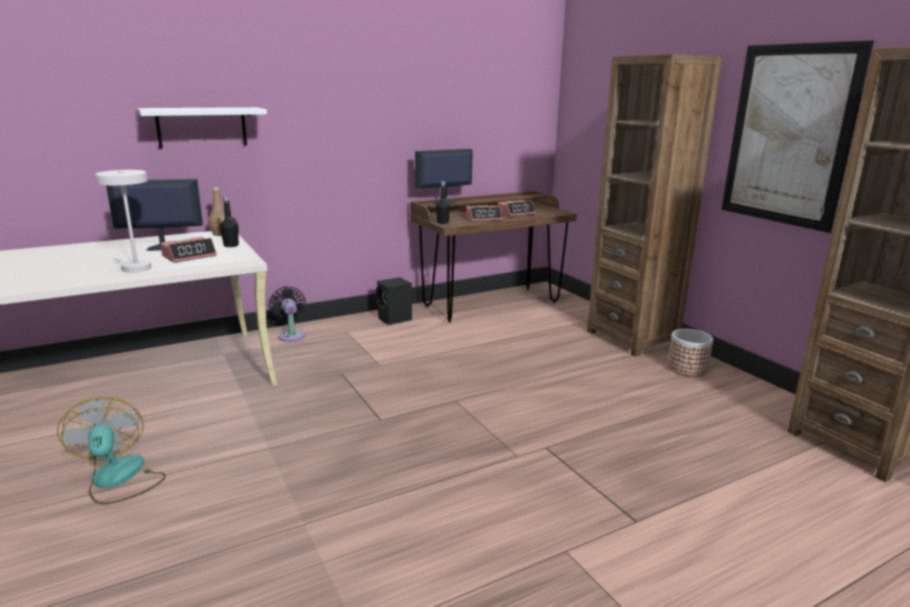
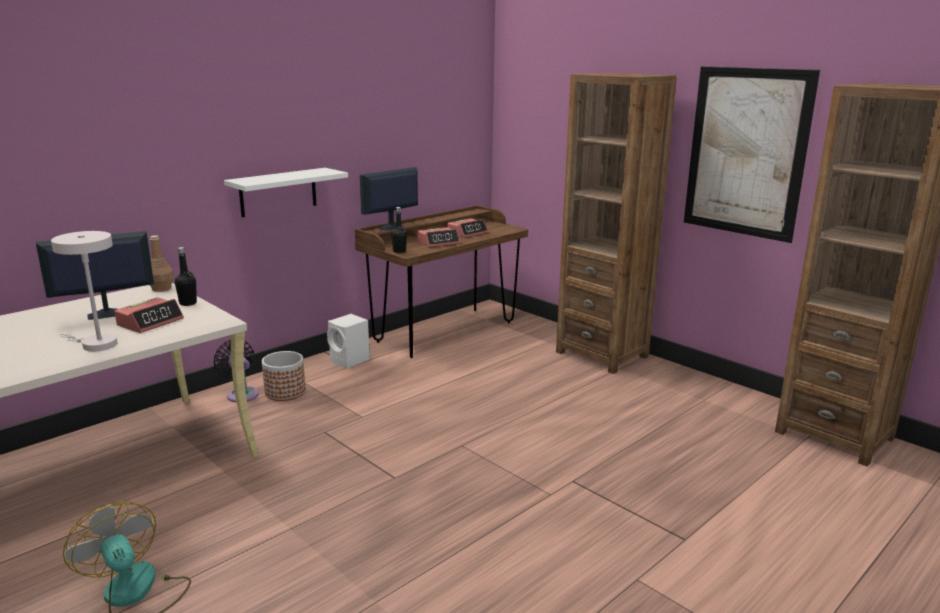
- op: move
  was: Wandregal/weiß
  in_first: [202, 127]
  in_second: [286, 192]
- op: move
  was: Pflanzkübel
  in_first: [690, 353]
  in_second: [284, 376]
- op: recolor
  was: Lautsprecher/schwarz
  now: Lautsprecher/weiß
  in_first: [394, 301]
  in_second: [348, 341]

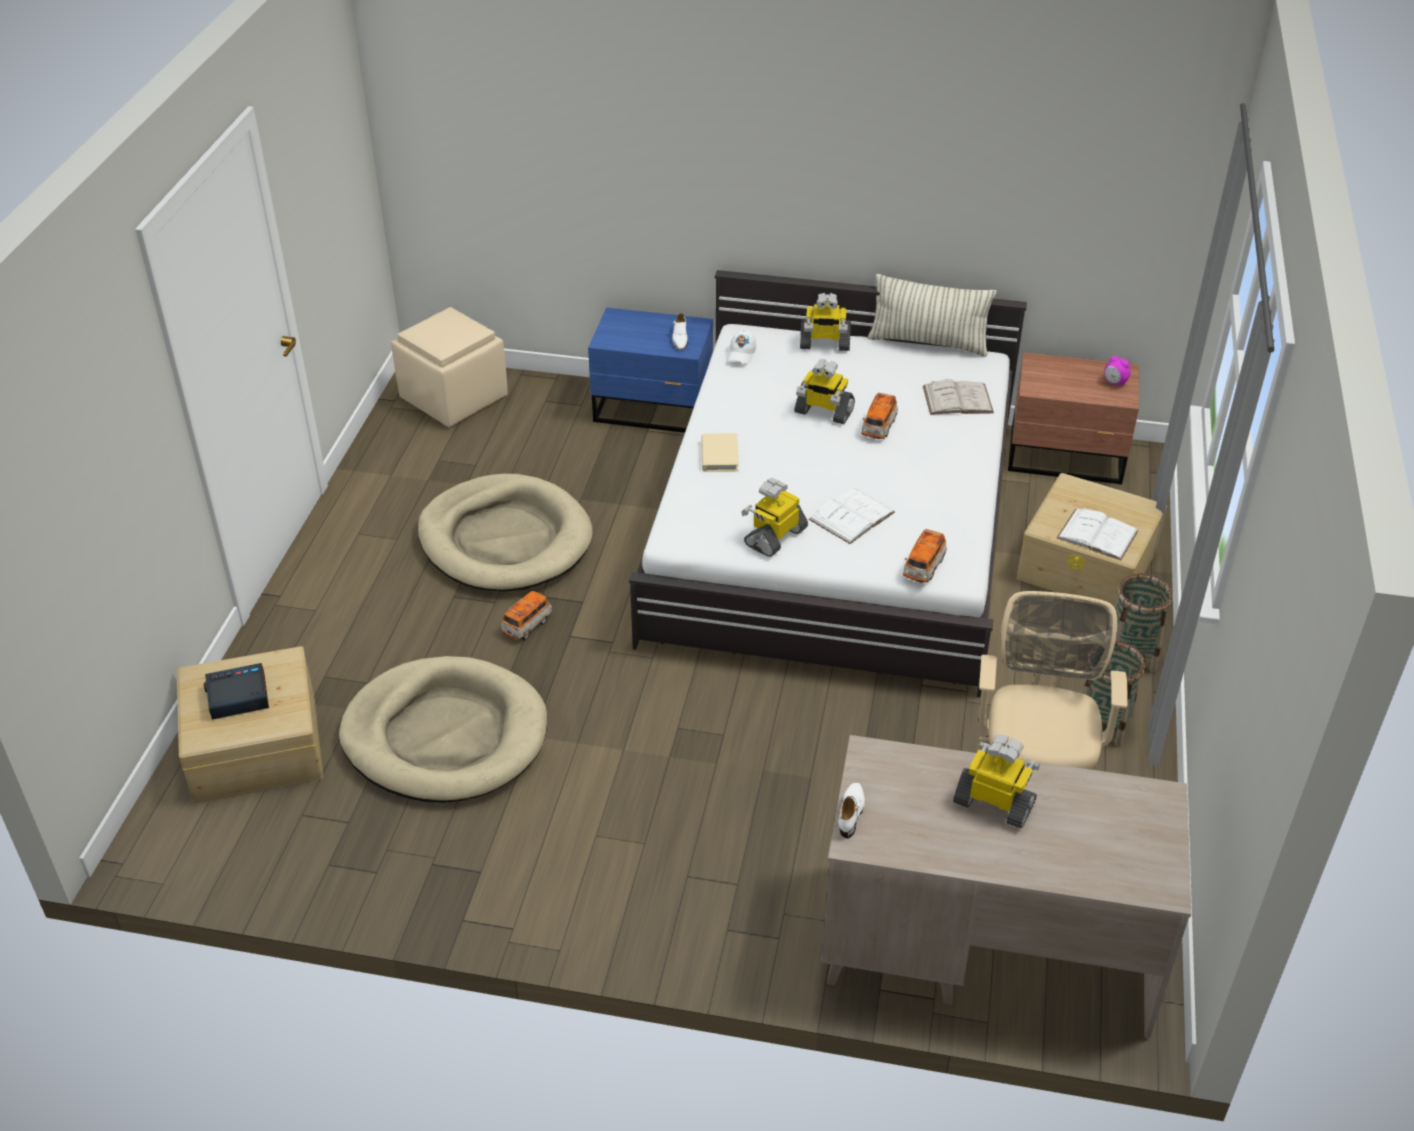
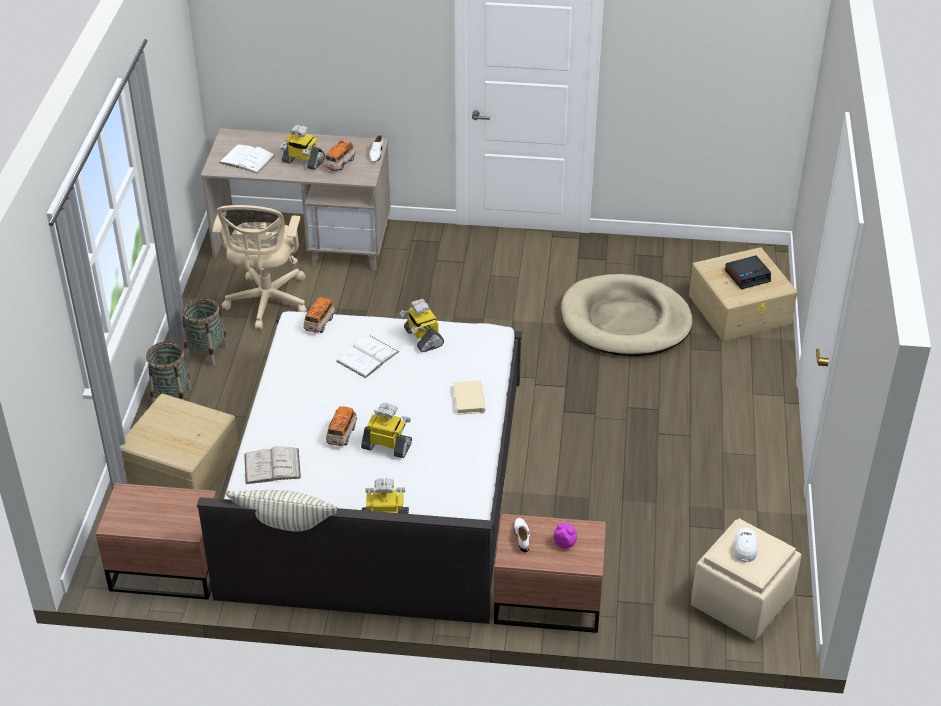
- op: delete
  was: Hundebett/beige
  in_first: [505, 532]
- op: move
  was: Spielzeugauto
  in_first: [526, 615]
  in_second: [340, 155]
- op: move
  was: Kappe/weiß
  in_first: [741, 346]
  in_second: [745, 545]
- op: move
  was: Buch/weiß
  in_first: [1097, 534]
  in_second: [247, 159]
- op: move
  was: Wecker
  in_first: [1117, 371]
  in_second: [565, 536]
- op: recolor
  was: Nachttisch/blau
  now: Nachttisch/braun
  in_first: [650, 370]
  in_second: [550, 573]
- op: rotate
  was: Spielzeugroboter
  in_first: [774, 517]
  in_second: [422, 325]
  clockwise: 120

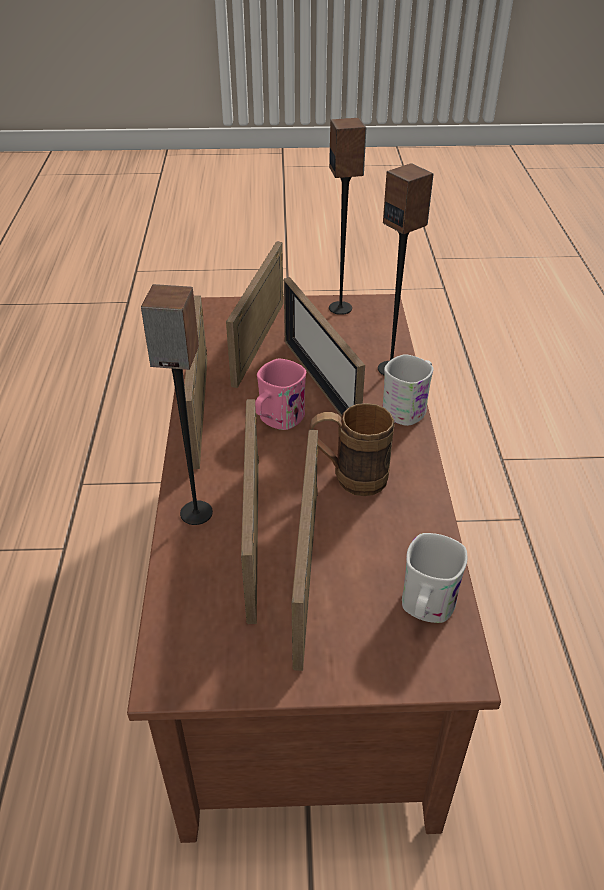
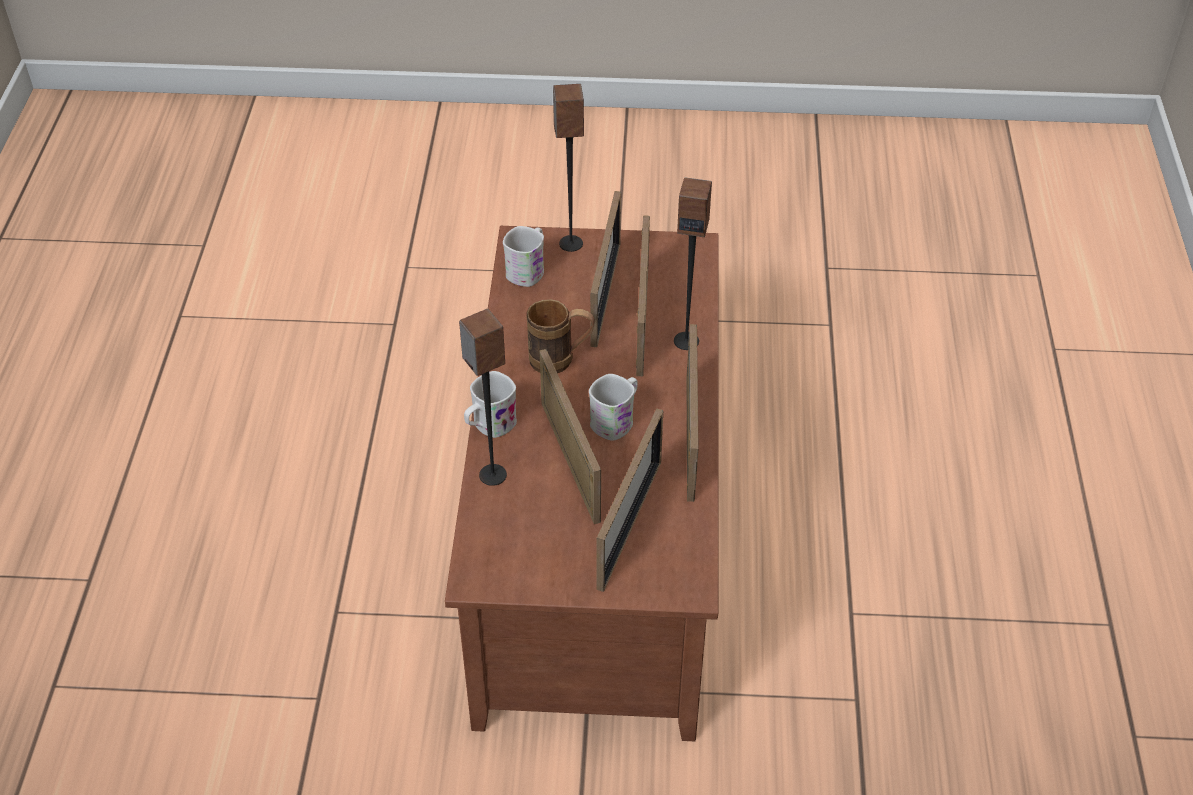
- op: move
  was: Lautsprecher
  in_first: [348, 216]
  in_second: [568, 168]
- op: recolor
  was: Henkelbecher/rosa
  now: Henkelbecher/weiß
  in_first: [280, 394]
  in_second: [613, 407]

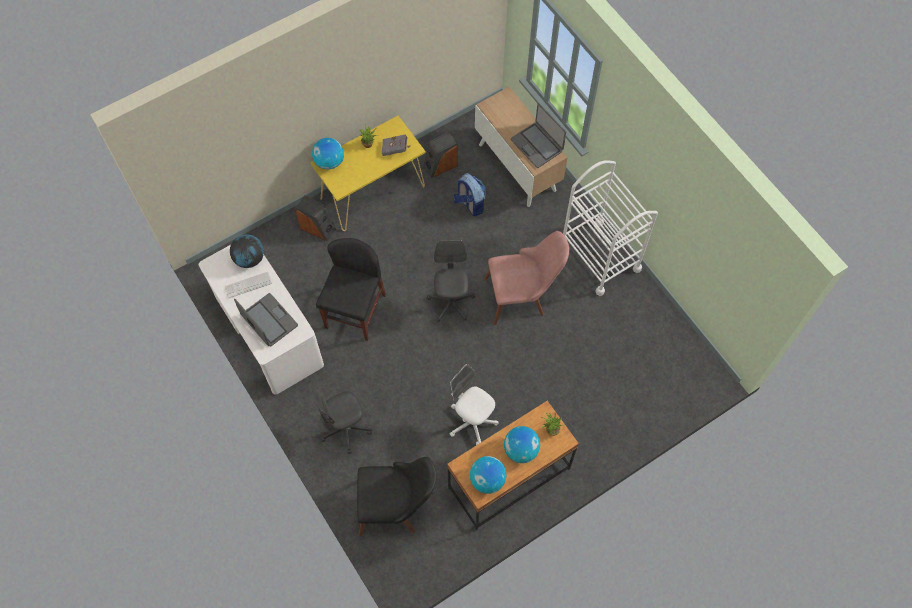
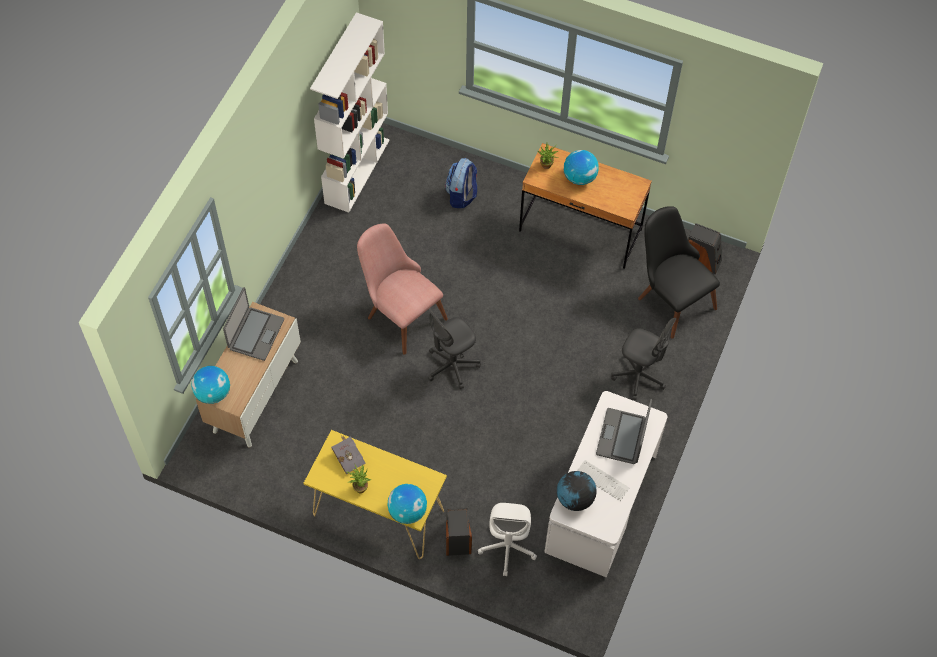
- op: delete
  was: Stuhl/schwarz
  in_first: [351, 289]
- op: delete
  was: Rollwagen/weiß
  in_first: [610, 228]
- op: insert
  now: Bücherregal/weiß
  in_second: [350, 112]
- op: move
  was: Lautsprecher
  in_first: [440, 155]
  in_second: [705, 248]
- op: move
  was: Bürostuhl/weiß
  in_first: [474, 404]
  in_second: [507, 539]
- op: move
  was: Rucksack
  in_first: [469, 194]
  in_second: [461, 183]
- op: move
  was: Globus
  in_first: [488, 475]
  in_second: [211, 385]

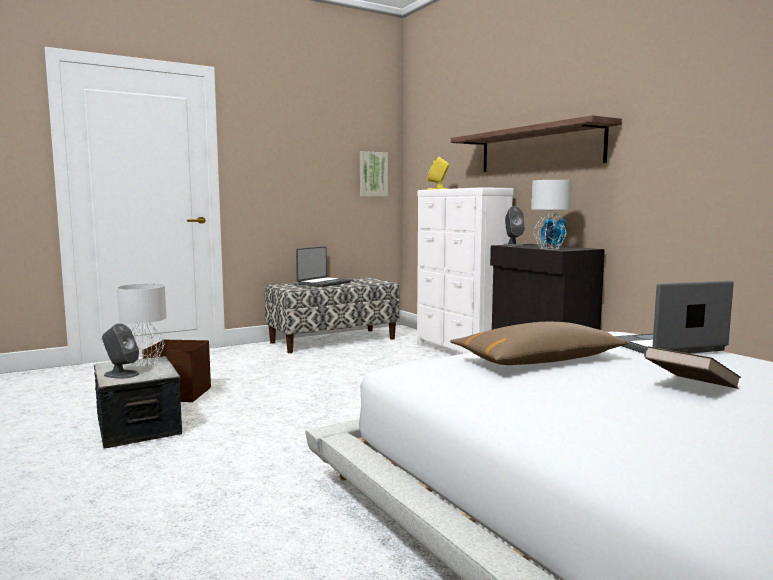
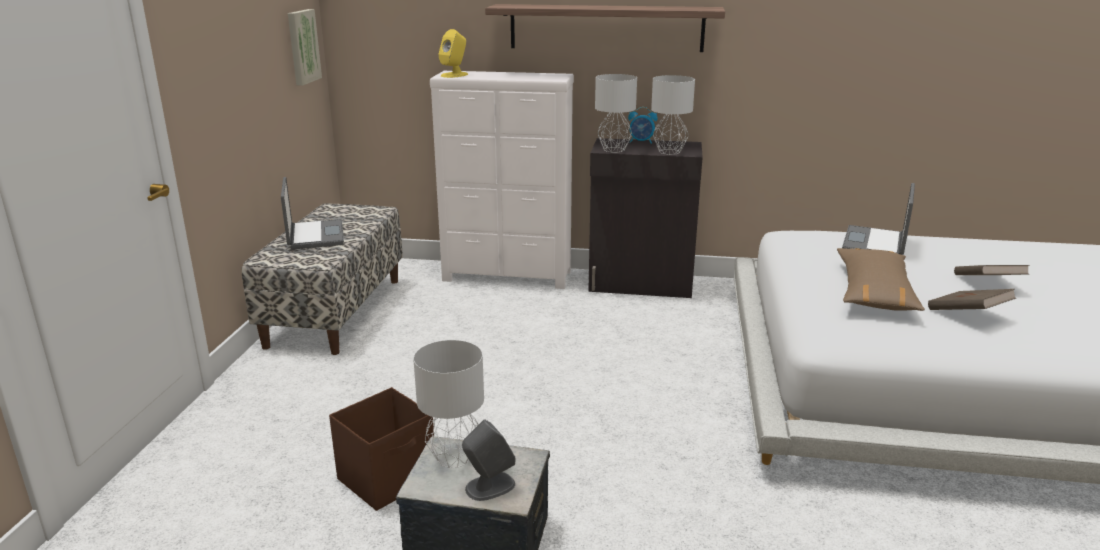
- op: insert
  now: Buch/braun
  in_second: [972, 299]
- op: replace
  was: Lautsprecher/grau
  now: Tischlampe/grau
  in_first: [514, 226]
  in_second: [616, 113]

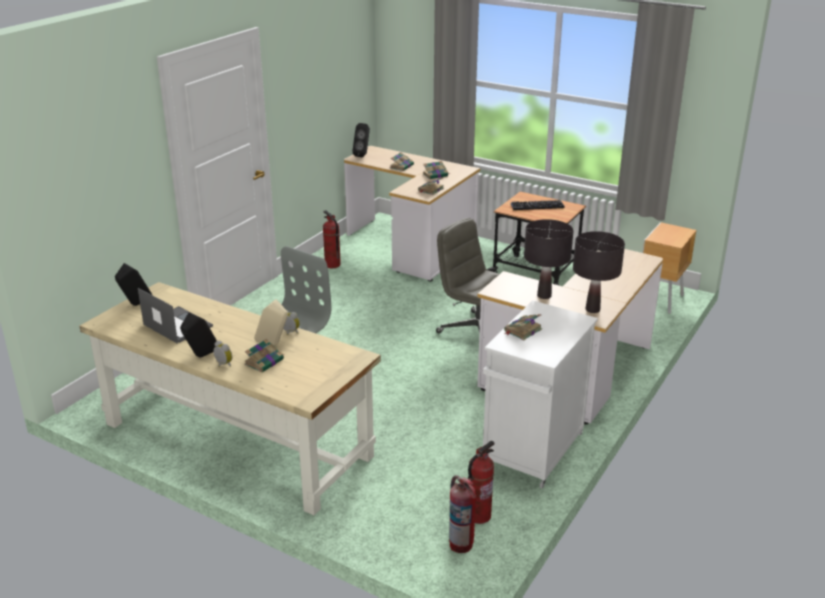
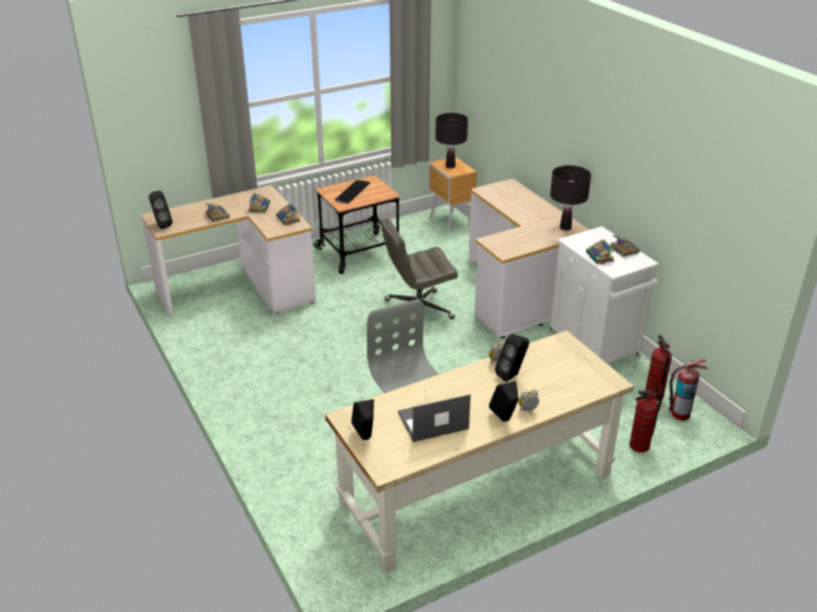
- op: move
  was: Buch
  in_first: [264, 356]
  in_second: [625, 246]
- op: move
  was: Feuerlöscher
  in_first: [332, 239]
  in_second: [645, 421]
- op: move
  was: Tischlampe/schwarz
  in_first: [548, 259]
  in_second: [451, 140]
- op: recolor
  was: Lautsprecher/beige
  now: Lautsprecher/schwarz
  in_first: [271, 322]
  in_second: [512, 358]

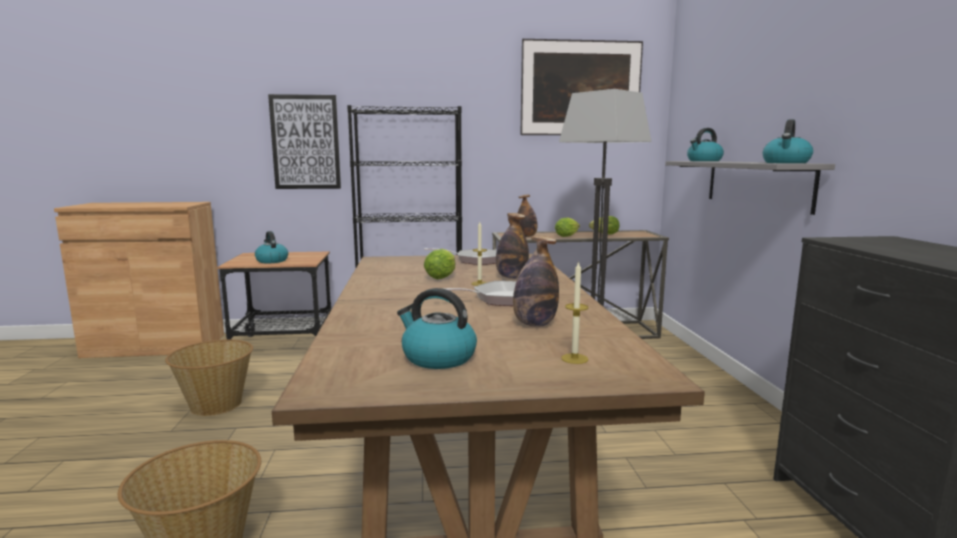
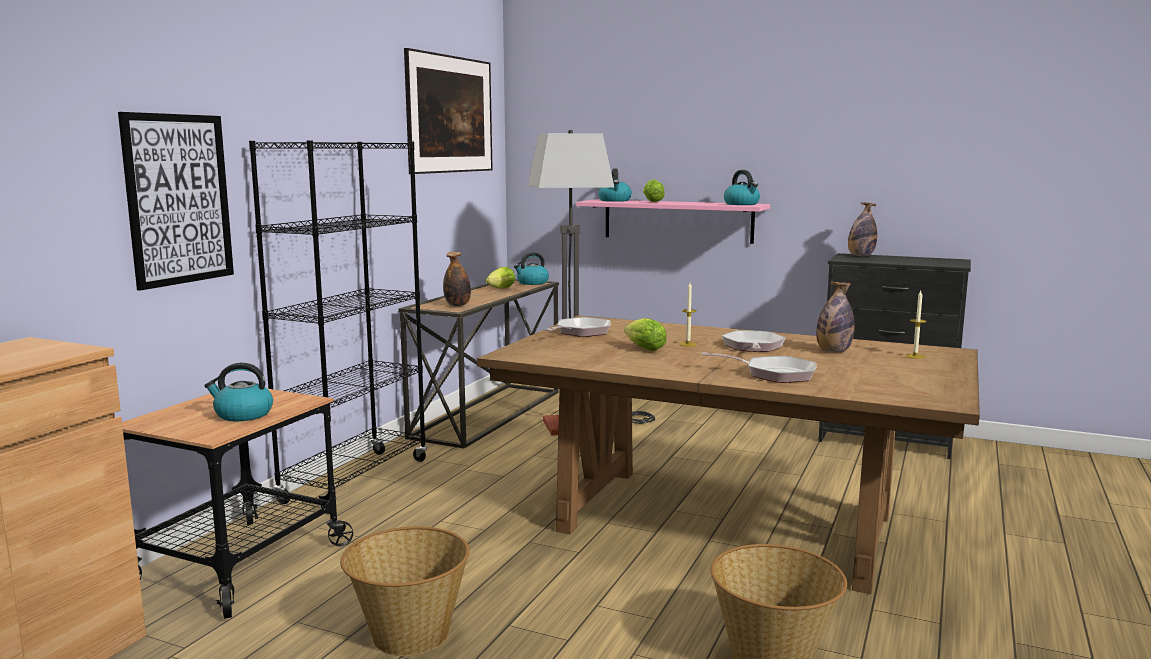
- op: insert
  now: Pfanne
  in_second: [759, 367]
- op: move
  was: Wasserkessel
  in_first: [437, 328]
  in_second: [531, 268]
- op: move
  was: Flasche
  in_first: [512, 246]
  in_second: [862, 229]
- op: move
  was: Salatkopf
  in_first: [567, 227]
  in_second: [654, 191]
- op: recolor
  was: Wandregal/grau
  now: Wandregal/rosa
  in_first: [750, 188]
  in_second: [673, 221]

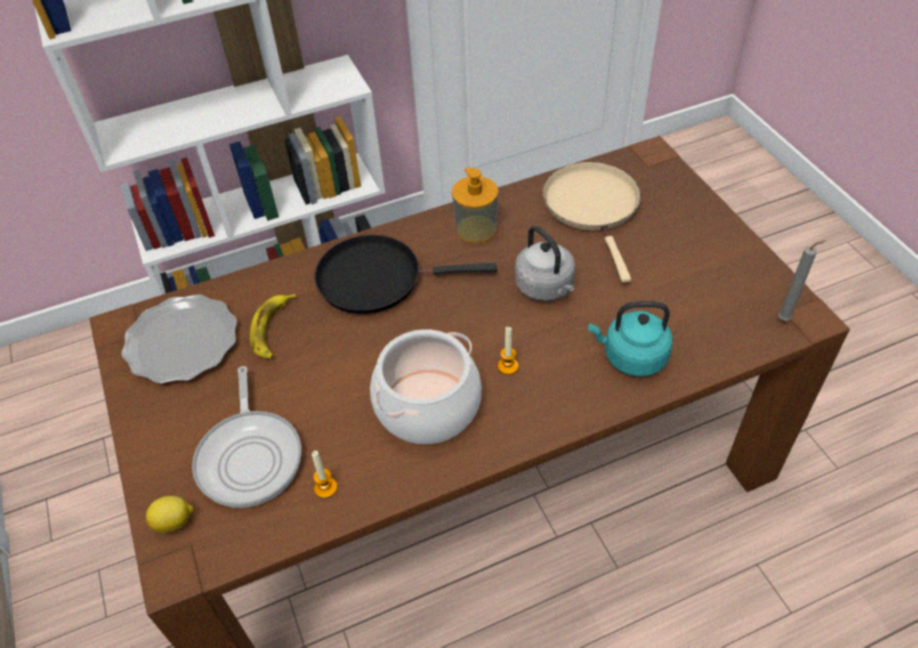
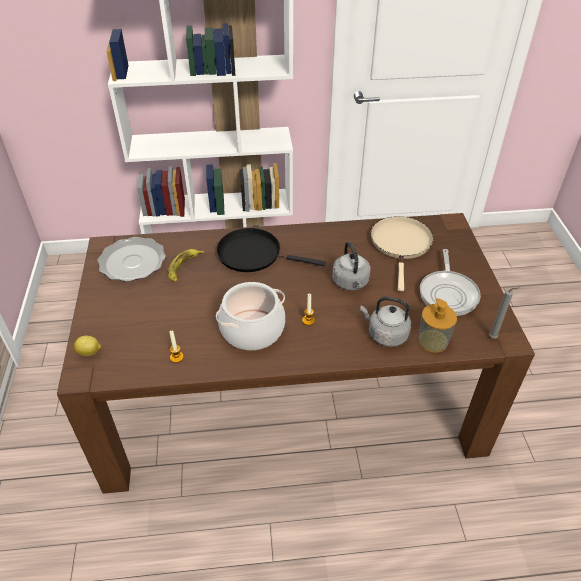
- op: move
  was: Pfanne
  in_first: [246, 437]
  in_second: [450, 282]
- op: move
  was: Seifenspender
  in_first: [475, 206]
  in_second: [437, 325]
- op: recolor
  was: Wasserkessel/türkis
  now: Wasserkessel/grau
  in_first: [630, 339]
  in_second: [385, 322]

